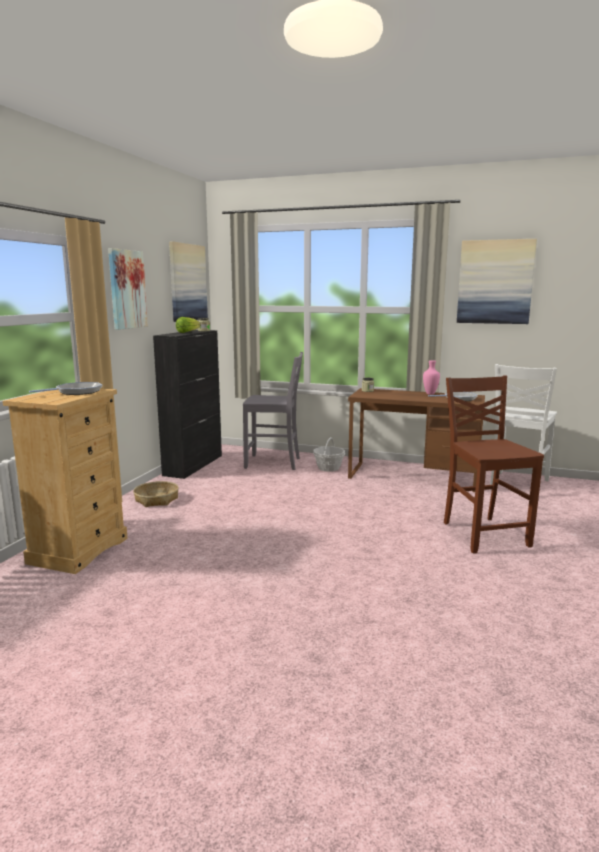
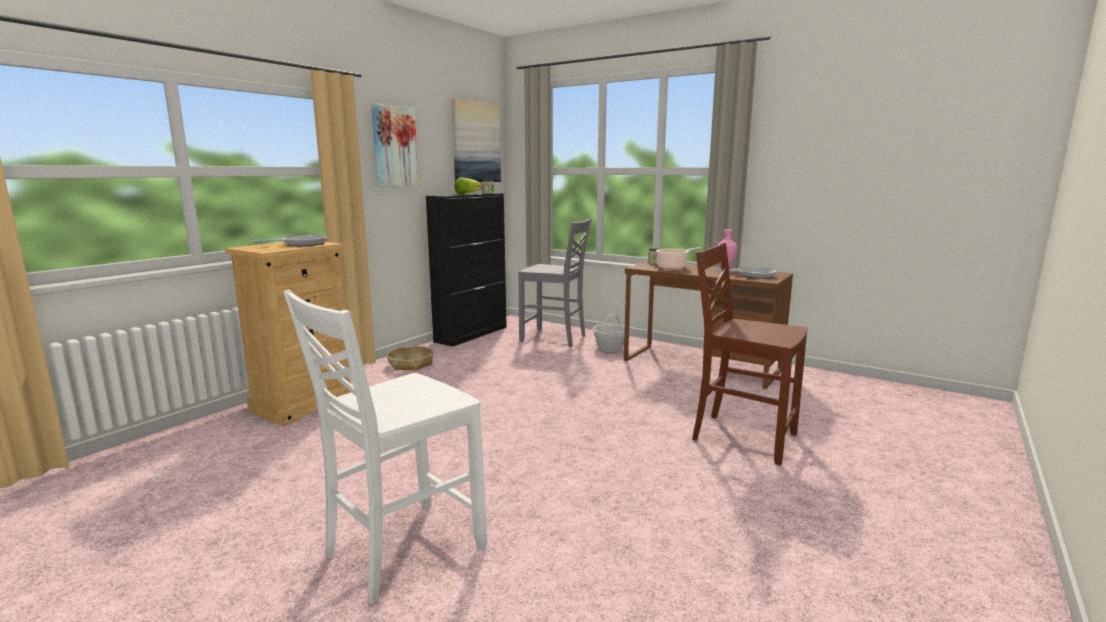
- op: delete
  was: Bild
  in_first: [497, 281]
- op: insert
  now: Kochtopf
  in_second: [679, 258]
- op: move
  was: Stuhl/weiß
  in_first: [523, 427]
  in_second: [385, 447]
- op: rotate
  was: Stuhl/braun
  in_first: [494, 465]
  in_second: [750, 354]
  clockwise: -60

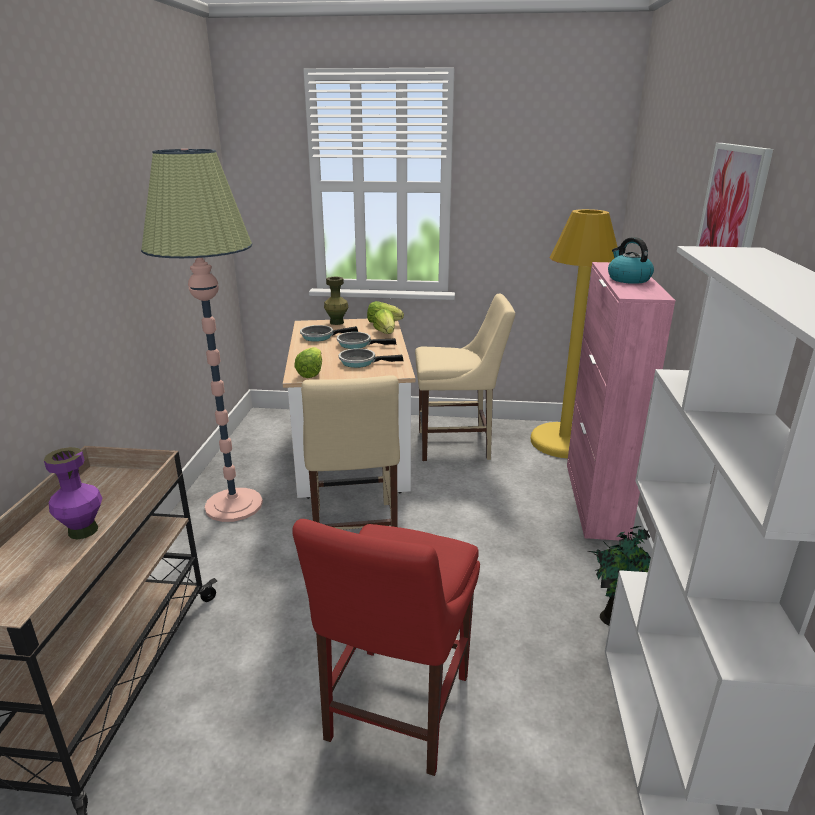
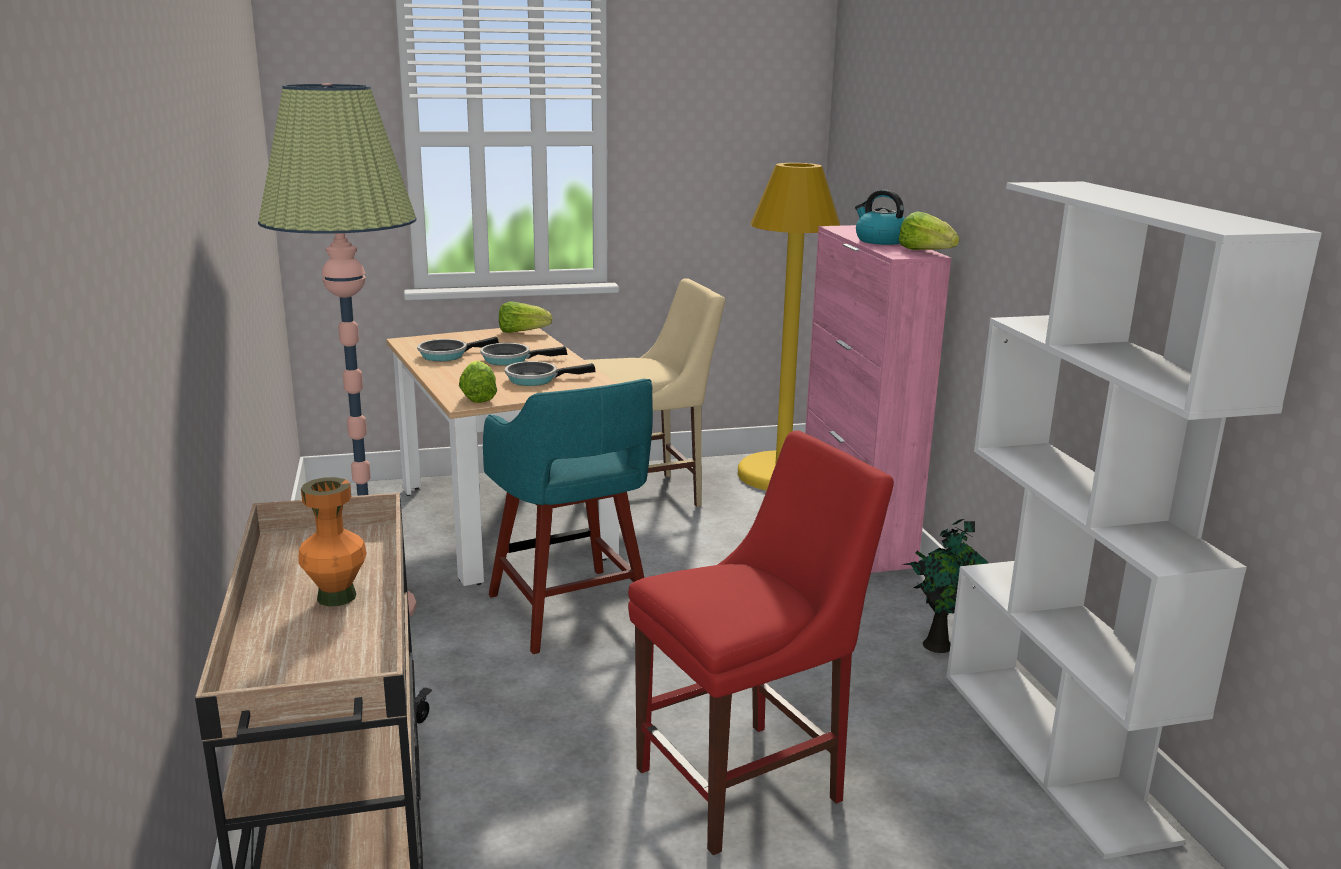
- op: delete
  was: Vase/grün
  in_first: [336, 301]
- op: delete
  was: Bild
  in_first: [733, 209]
- op: move
  was: Salatkopf
  in_first: [384, 321]
  in_second: [929, 230]
- op: replace
  was: Stuhl/beige
  now: Hocker/türkis
  in_first: [350, 452]
  in_second: [568, 516]
- op: recolor
  was: Vase/lila
  now: Vase/orange
  in_first: [73, 493]
  in_second: [332, 541]
- op: rotate
  was: Stuhl/rot
  in_first: [386, 647]
  in_second: [761, 643]
  clockwise: -120

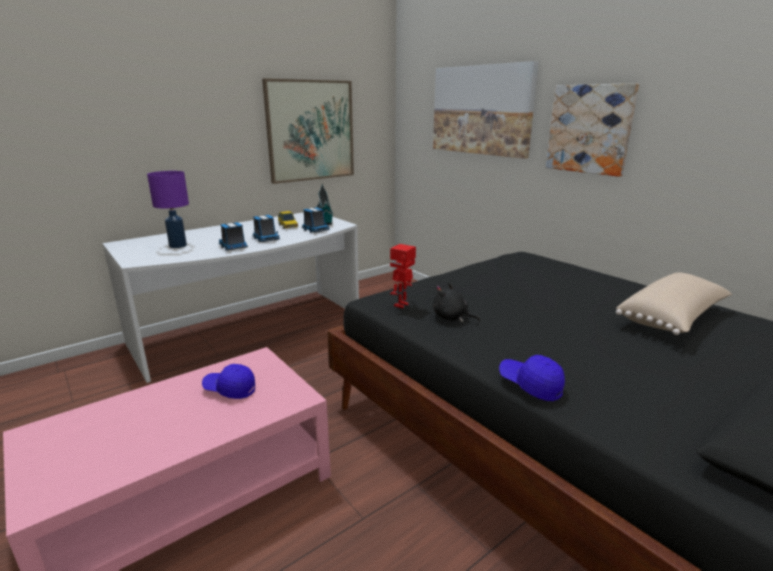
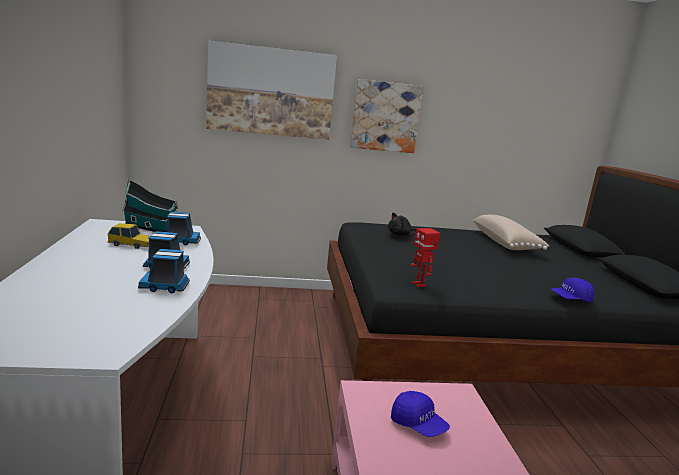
- op: delete
  was: Tischlampe/lila
  in_first: [168, 209]
- op: delete
  was: Bild
  in_first: [308, 131]
- op: move
  was: Plüschtier/schwarz
  in_first: [456, 302]
  in_second: [402, 224]
- op: rotate
  was: Kappe/blau
  in_first: [228, 381]
  in_second: [420, 414]
  clockwise: -90

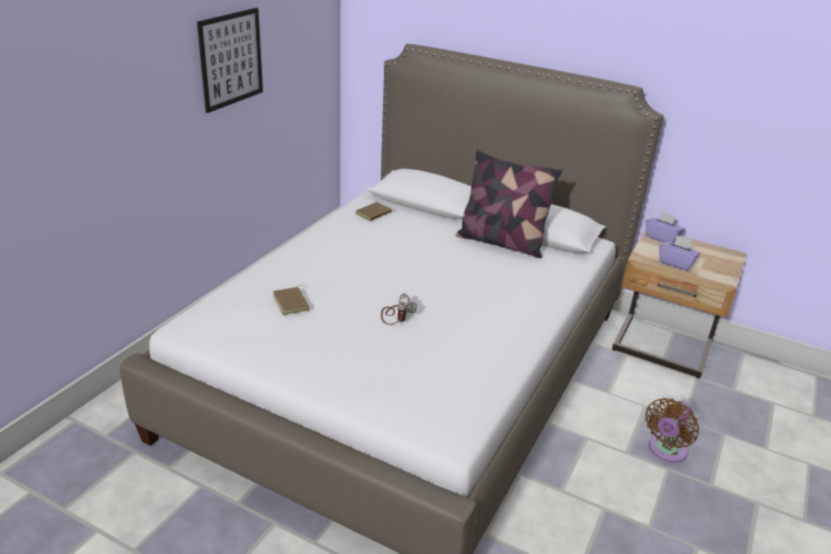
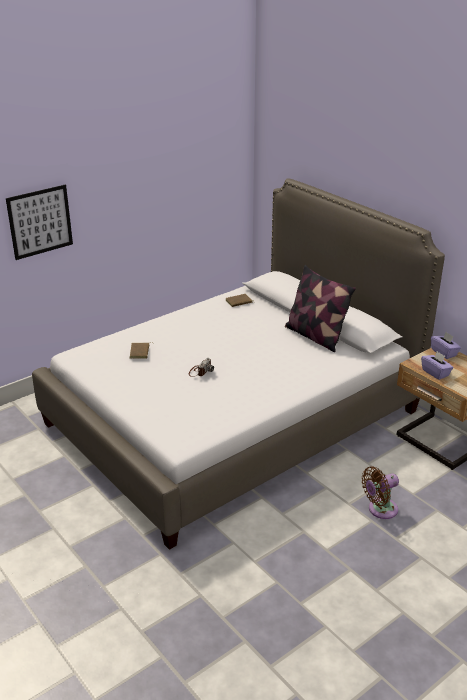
- op: move
  was: Bild
  in_first: [230, 60]
  in_second: [39, 222]

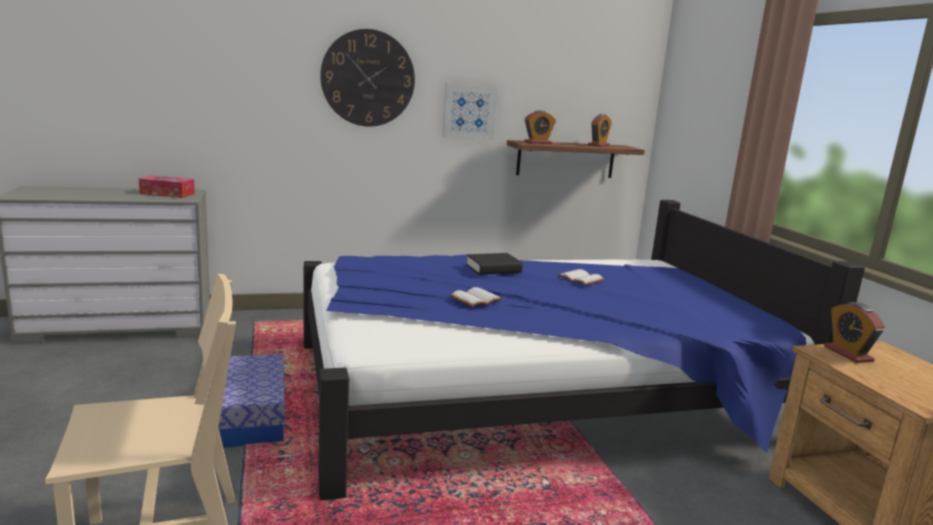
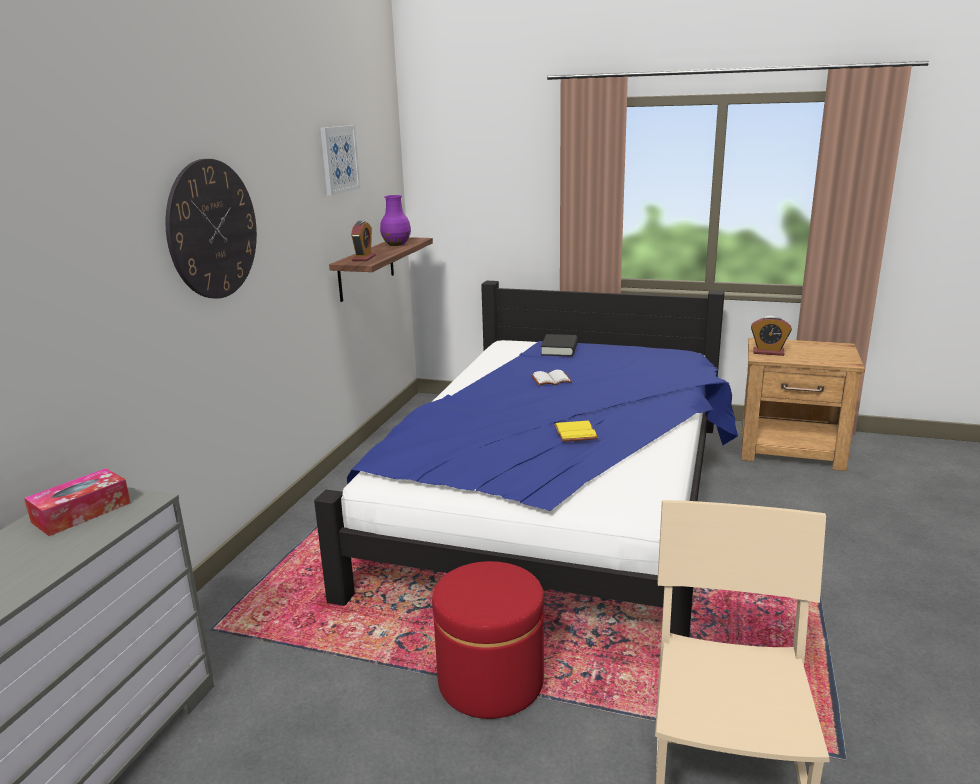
- op: move
  was: Bild
  in_first: [470, 111]
  in_second: [340, 160]
- op: move
  was: Buch/schwarz
  in_first: [494, 264]
  in_second: [559, 345]
- op: replace
  was: Aufbewahrungsbox
  now: Polsterhocker/rot
  in_first: [251, 401]
  in_second: [488, 640]
- op: replace
  was: Wecker
  now: Vase/lila
  in_first: [600, 130]
  in_second: [395, 220]
- op: recolor
  was: Buch/weiß
  now: Buch/gelb
  in_first: [476, 297]
  in_second: [576, 431]

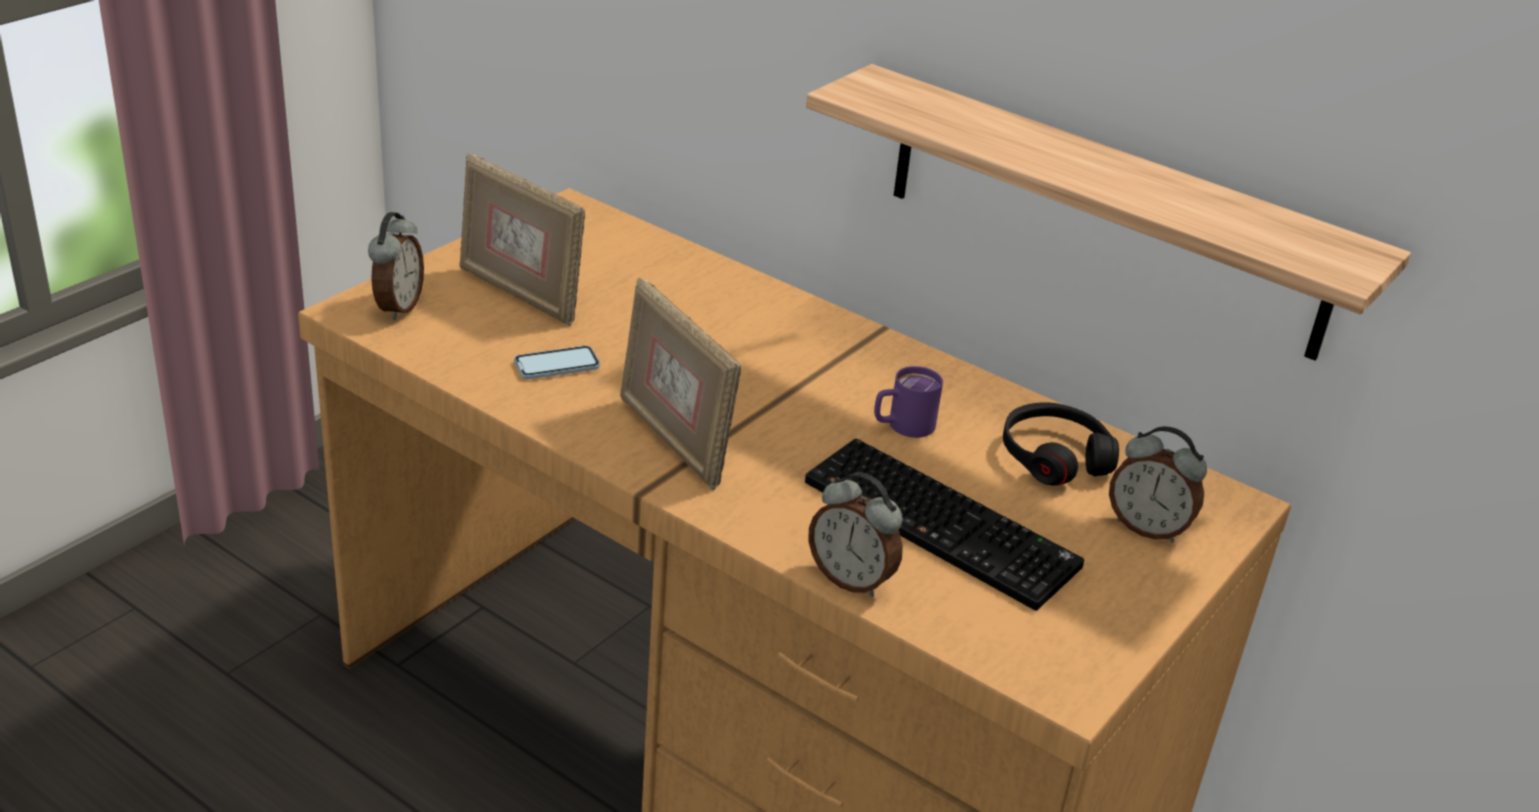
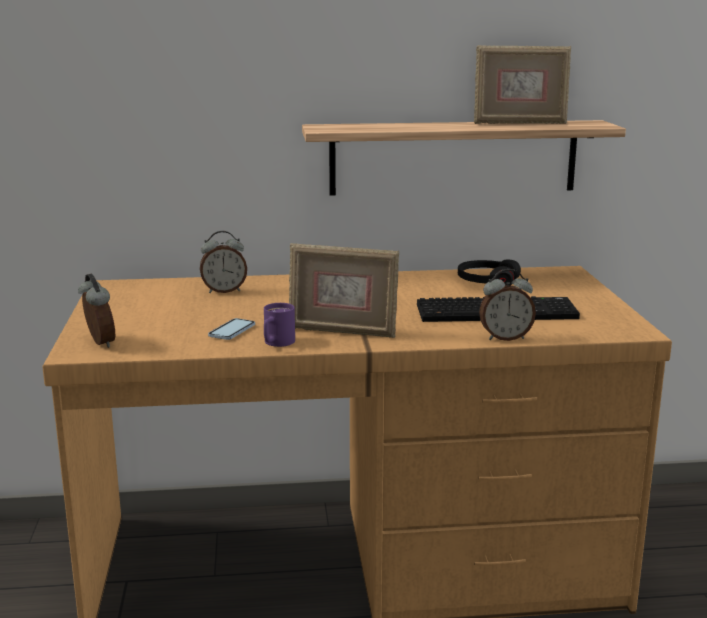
- op: move
  was: Bilderrahmen
  in_first: [522, 239]
  in_second: [522, 84]
- op: move
  was: Henkelbecher/lila
  in_first: [908, 402]
  in_second: [279, 325]
- op: move
  was: Wecker
  in_first: [1158, 484]
  in_second: [223, 262]

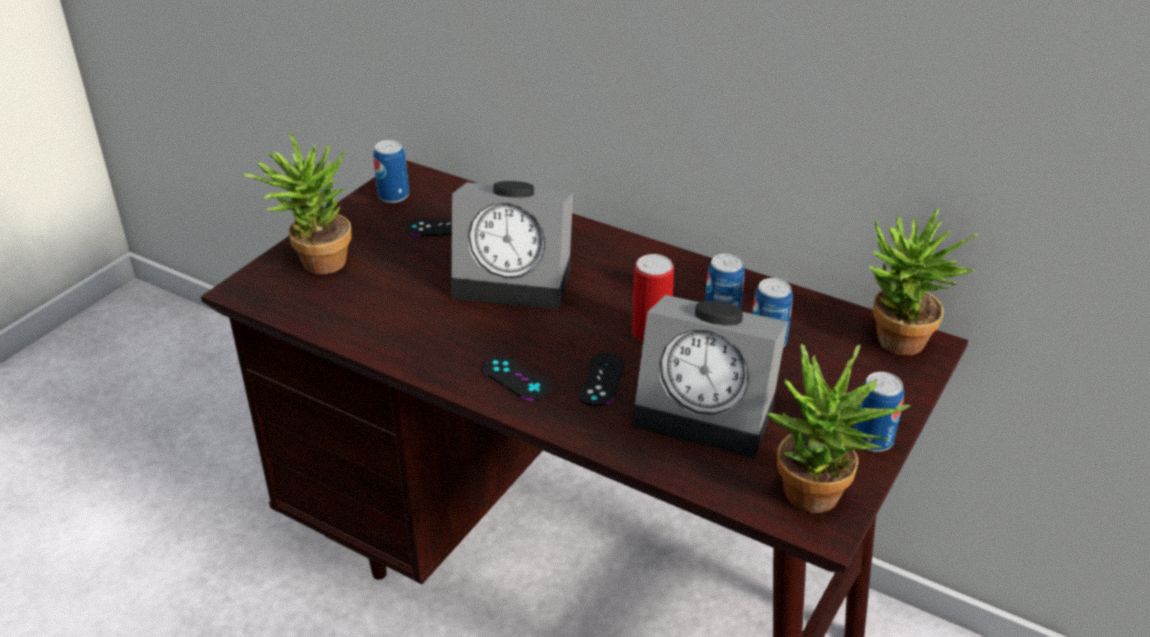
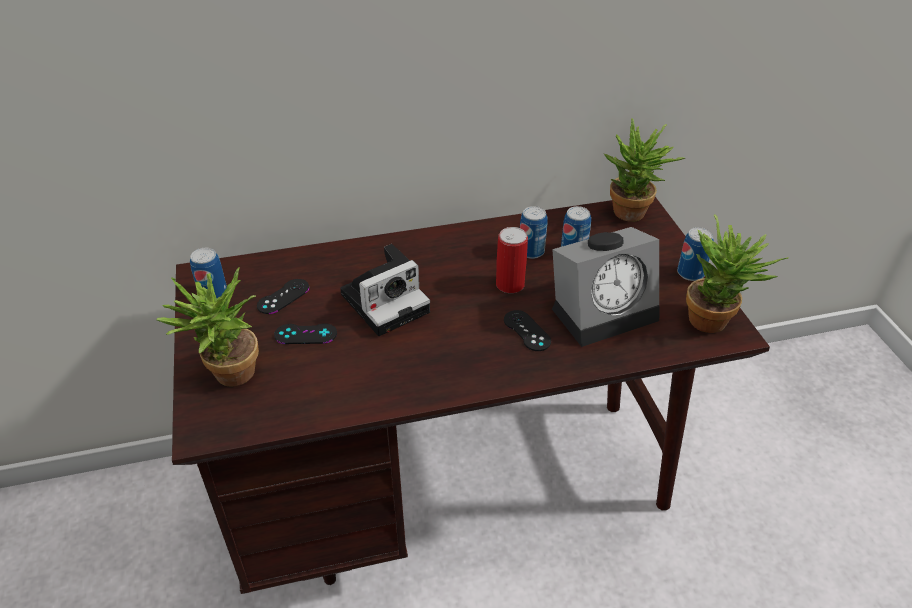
- op: move
  was: Gamepad/schwarz
  in_first: [517, 378]
  in_second: [305, 333]
- op: replace
  was: Wecker
  now: Kamera
  in_first: [512, 245]
  in_second: [385, 290]

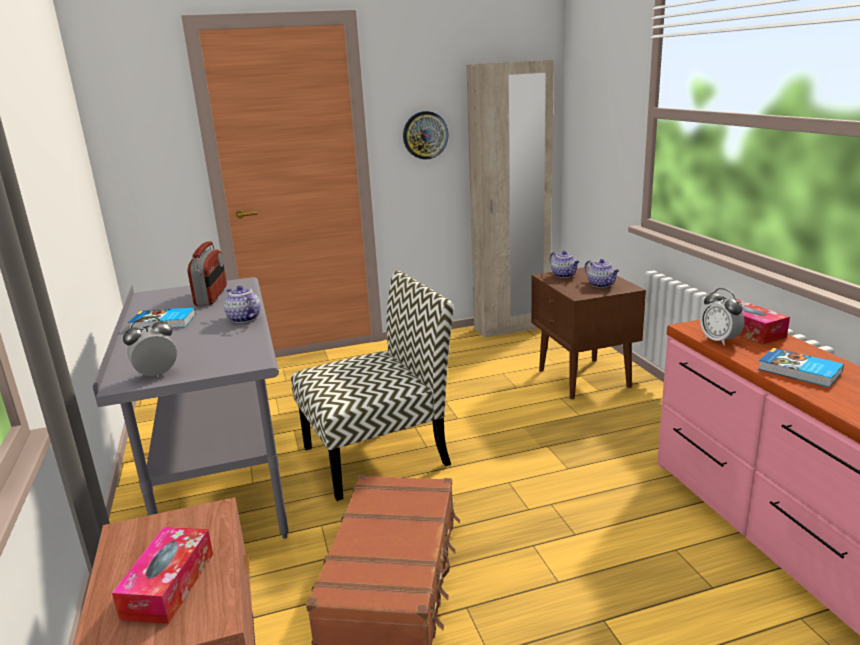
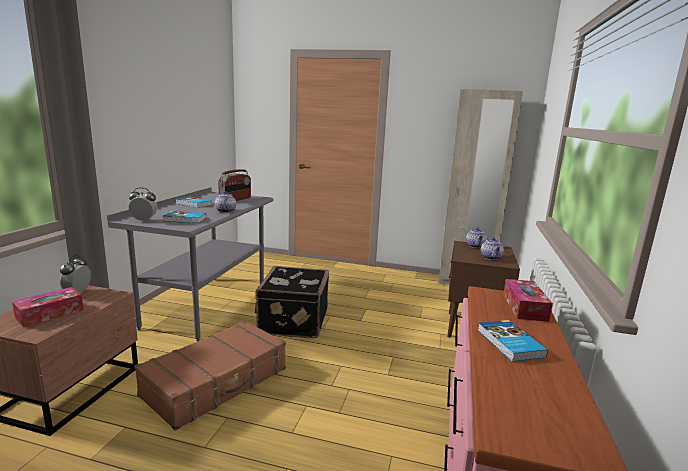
- op: delete
  was: Wanduhr
  in_first: [426, 135]
- op: insert
  now: Buch
  in_second: [184, 217]
- op: move
  was: Wecker
  in_first: [722, 317]
  in_second: [75, 274]
- op: replace
  was: Stuhl
  now: Koffer/schwarz
  in_first: [372, 386]
  in_second: [292, 302]

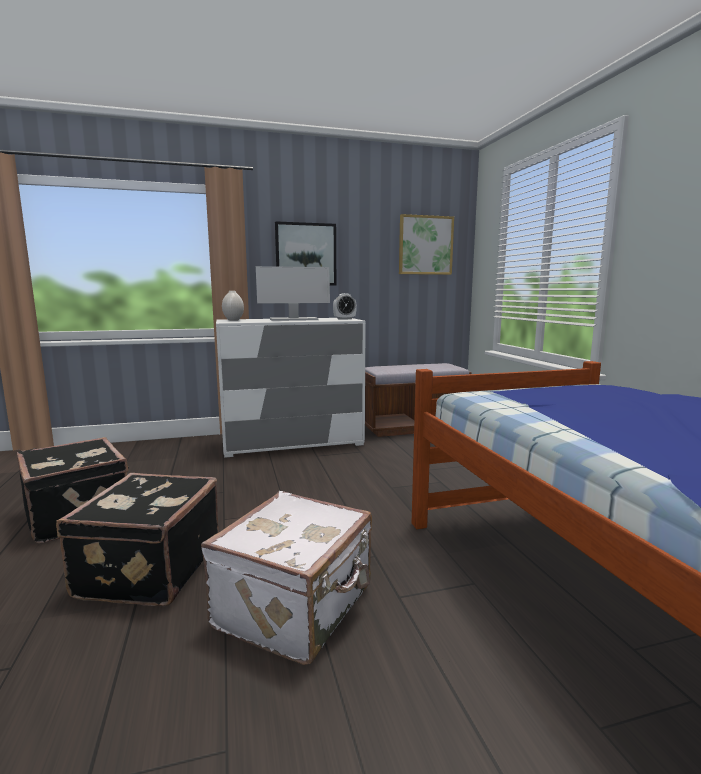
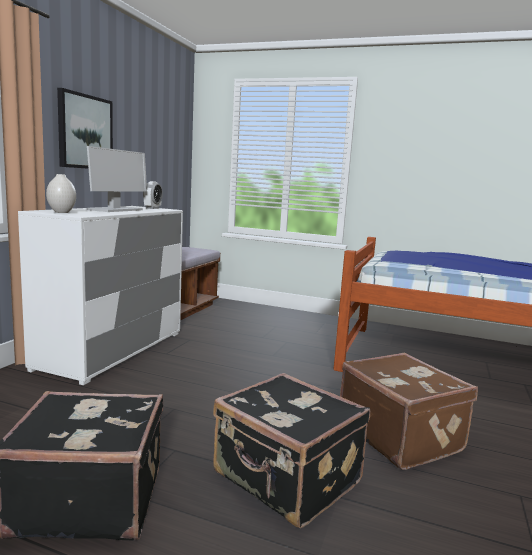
- op: delete
  was: Bild
  in_first: [426, 244]
- op: recolor
  was: Koffer/weiß
  now: Koffer/braun
  in_first: [286, 578]
  in_second: [409, 411]

